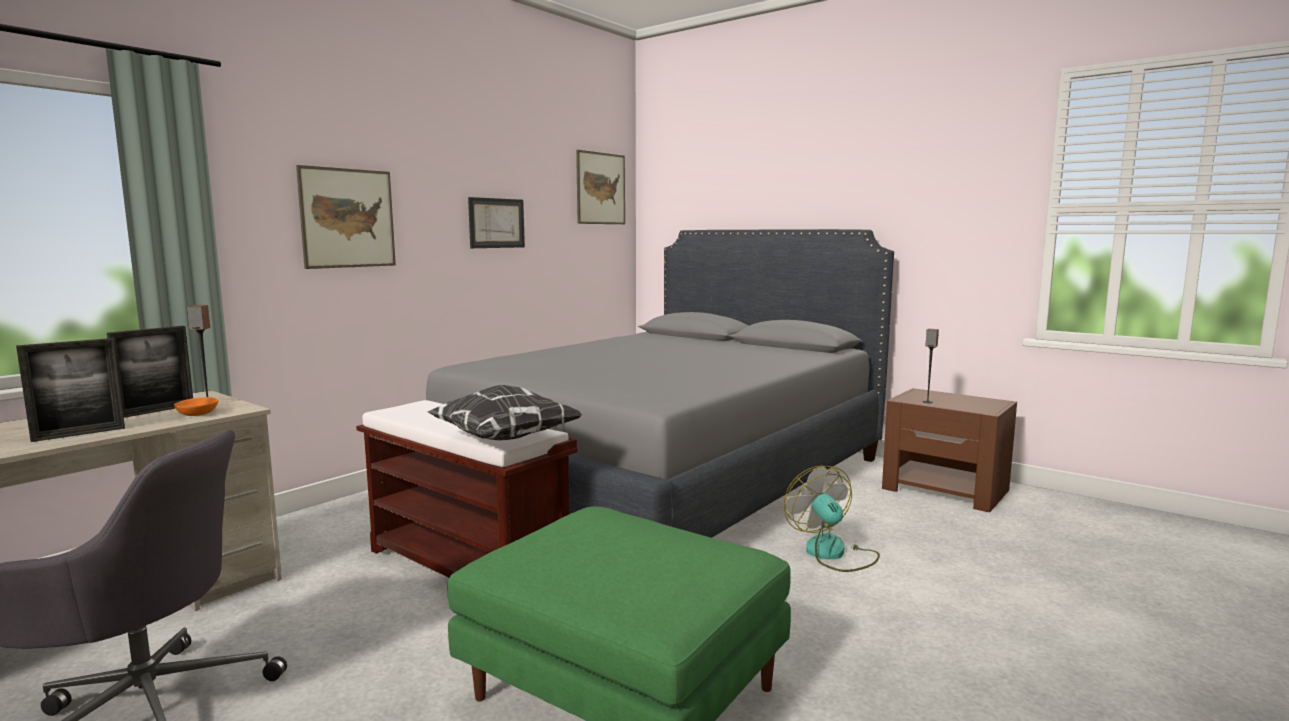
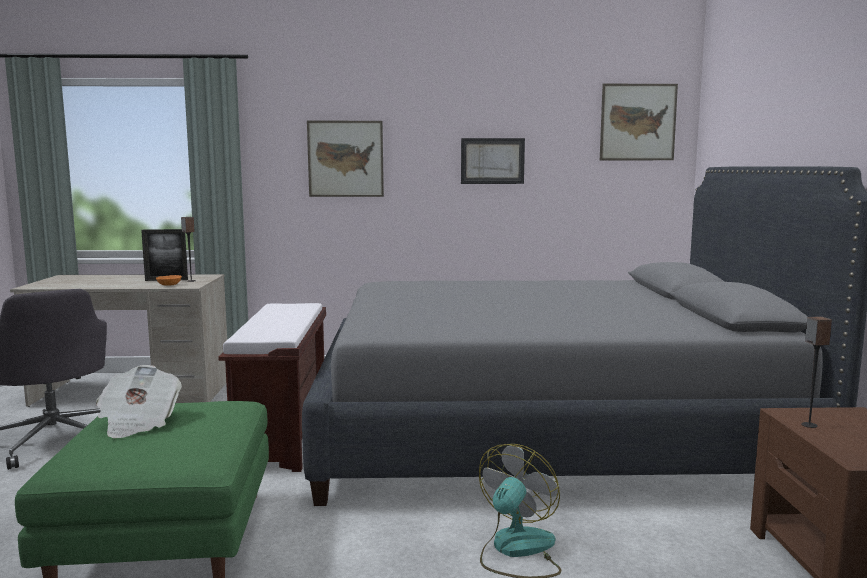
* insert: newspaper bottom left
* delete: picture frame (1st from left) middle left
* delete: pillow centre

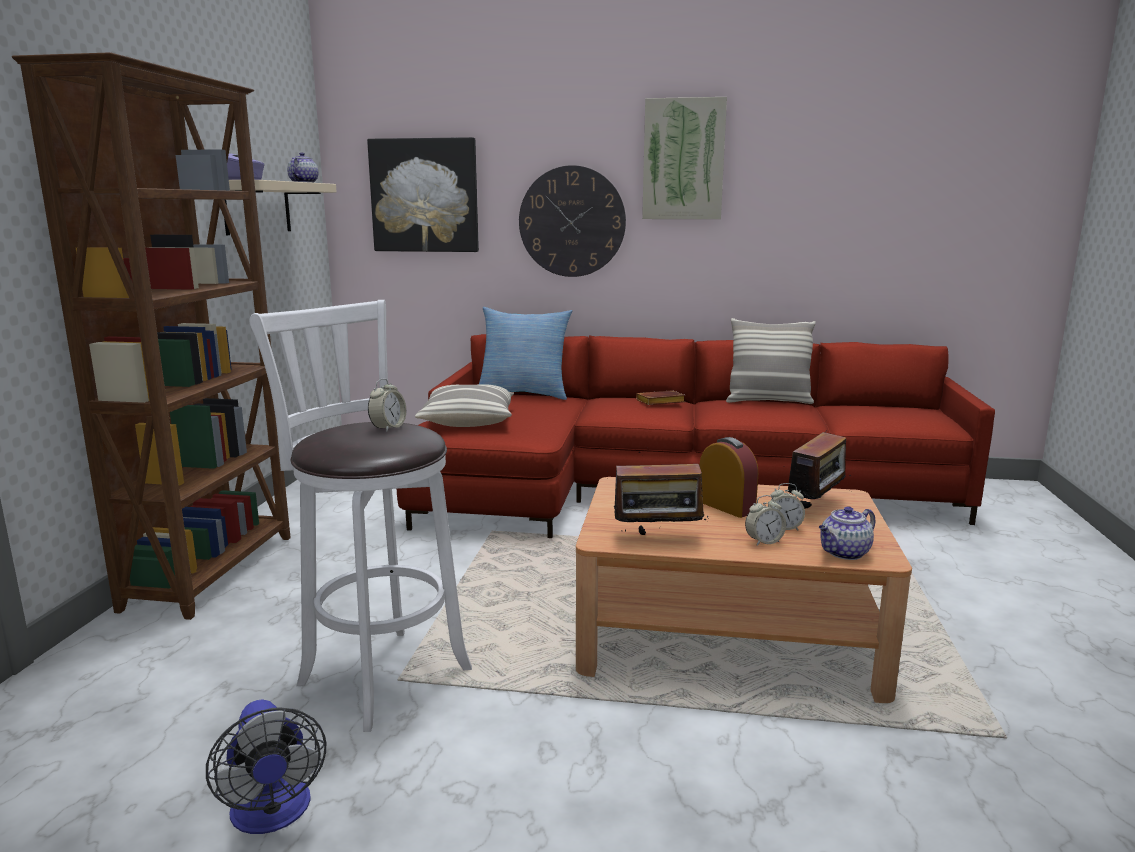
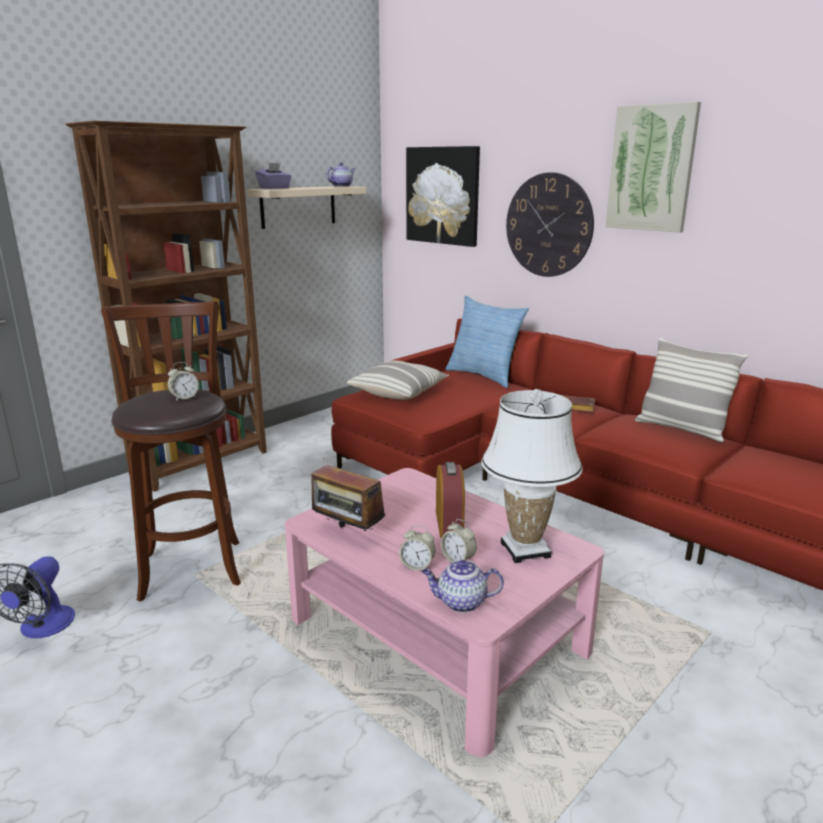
* recolor: stool (white) middle left to stool (brown) middle left
* recolor: coffee table (brown) bottom centre to coffee table (pink) bottom centre
* replace: radio (2nd from left) middle right to table lamp (white) centre

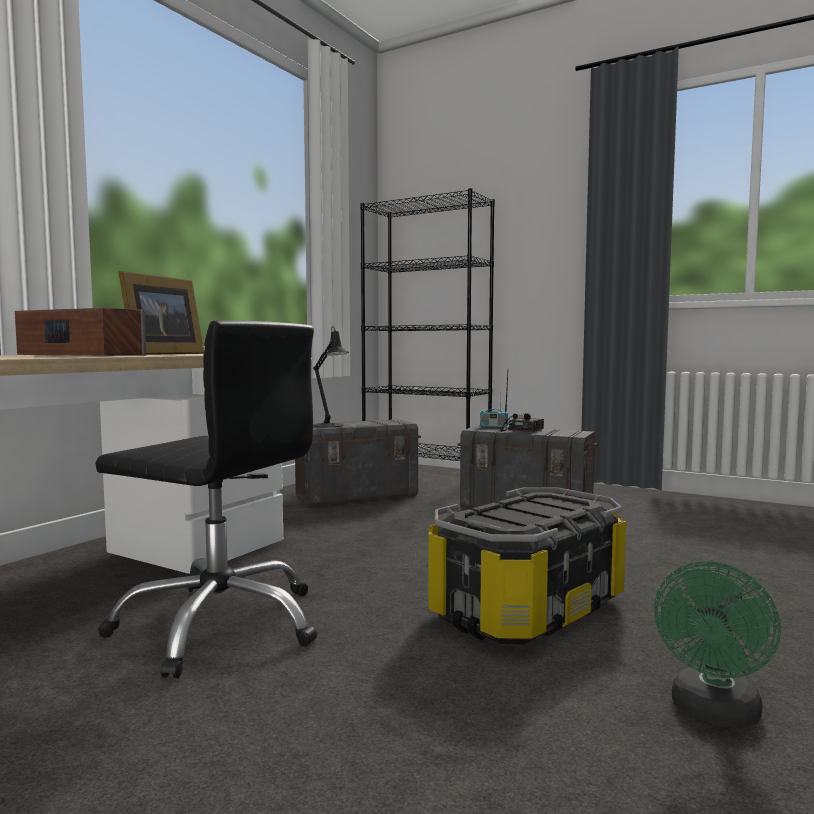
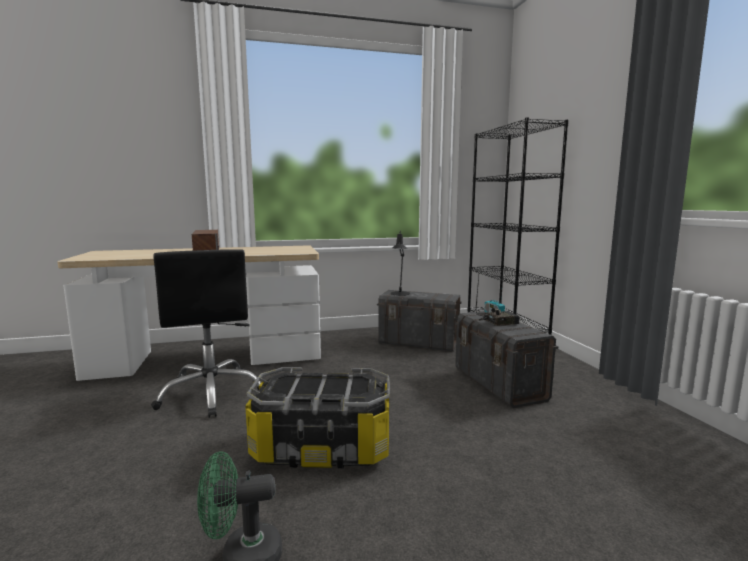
* delete: picture frame middle left

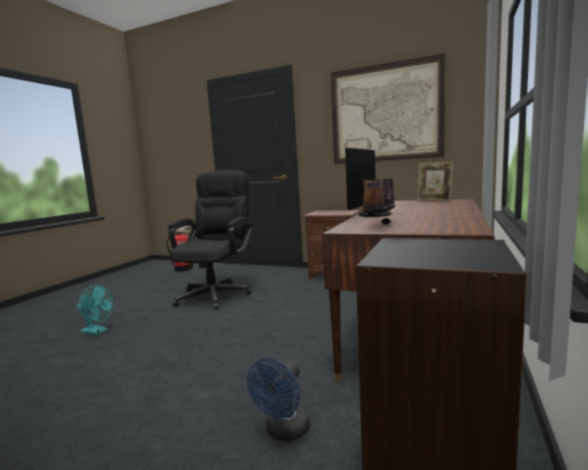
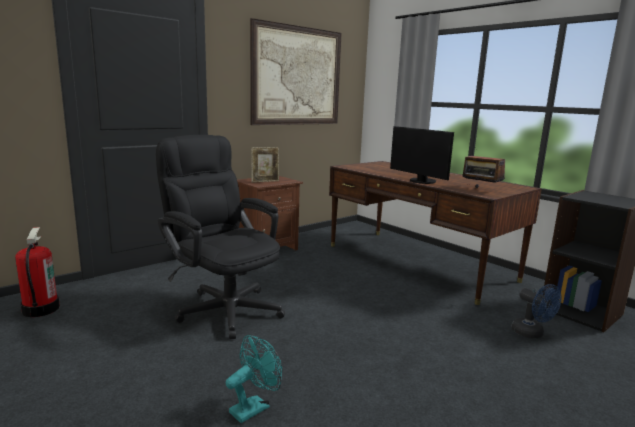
* move: picture frame middle right to centre

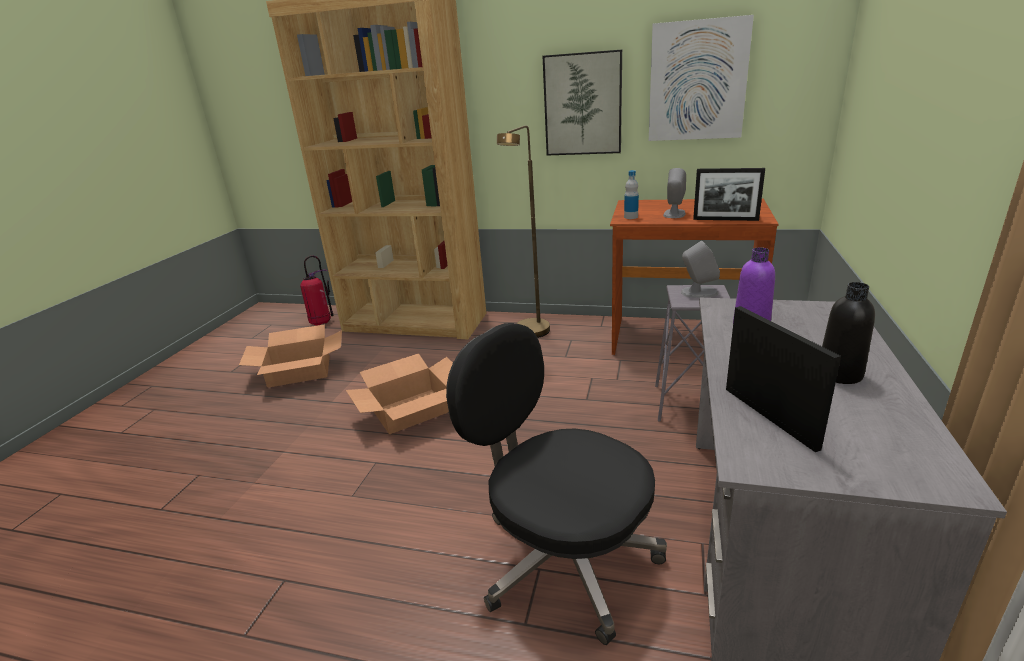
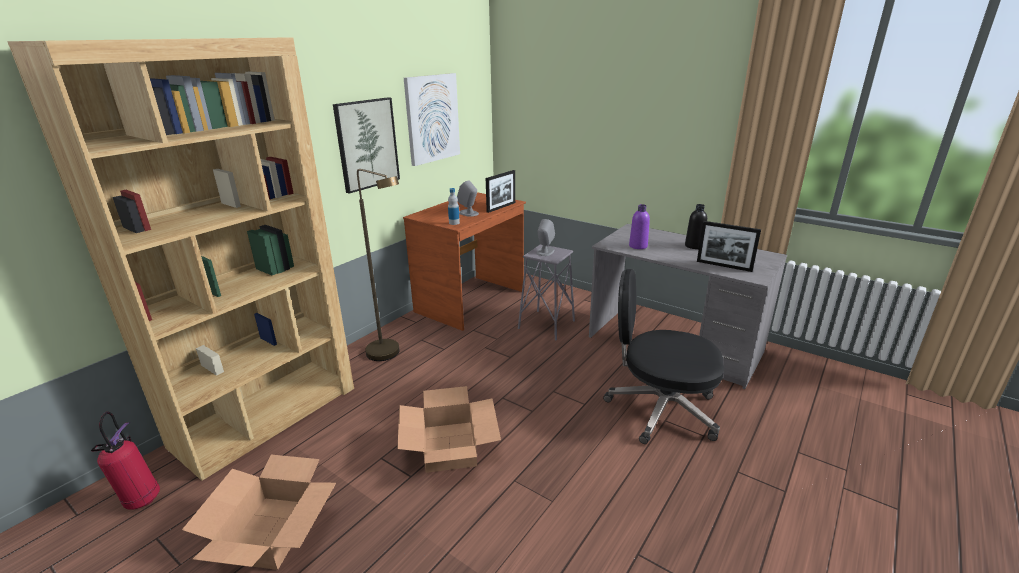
* rotate: office chair (black) bottom centre = centre 45 degrees clockwise
* rotate: picture frame (2nd from left) middle right = middle right 150 degrees counterclockwise

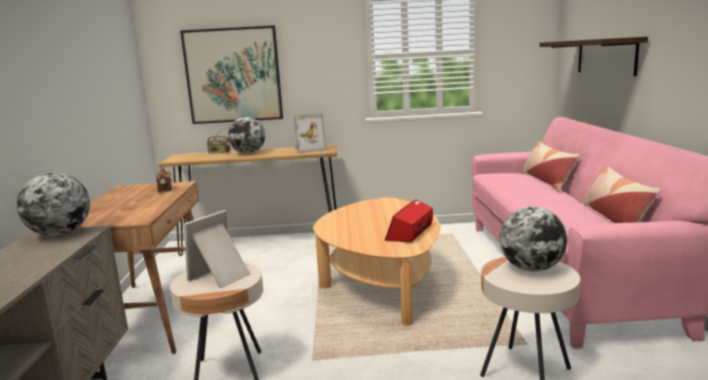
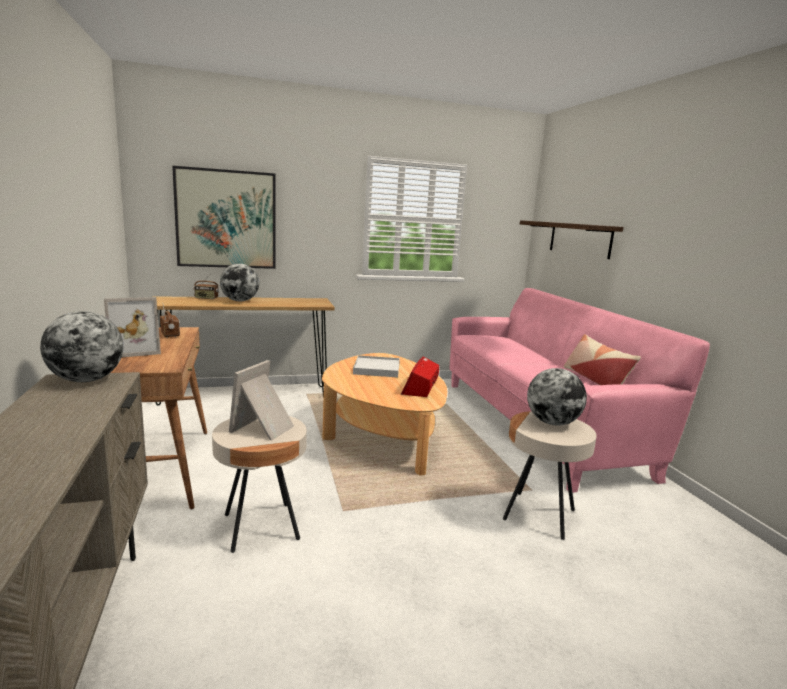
* move: picture frame (2nd from left in the first image) centre to picture frame (1st from left) middle left
* insert: tray (white) centre
* delete: pillow (1st from left) middle right

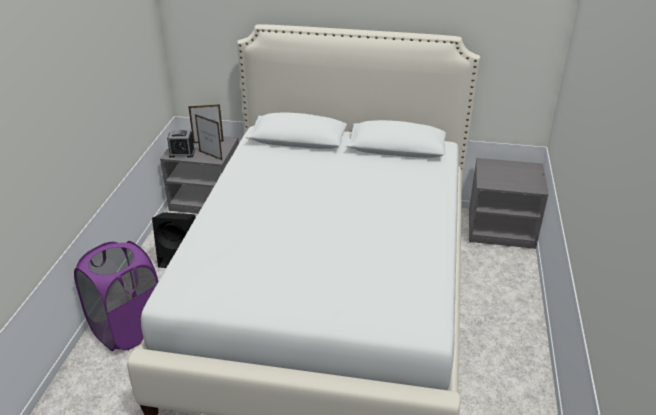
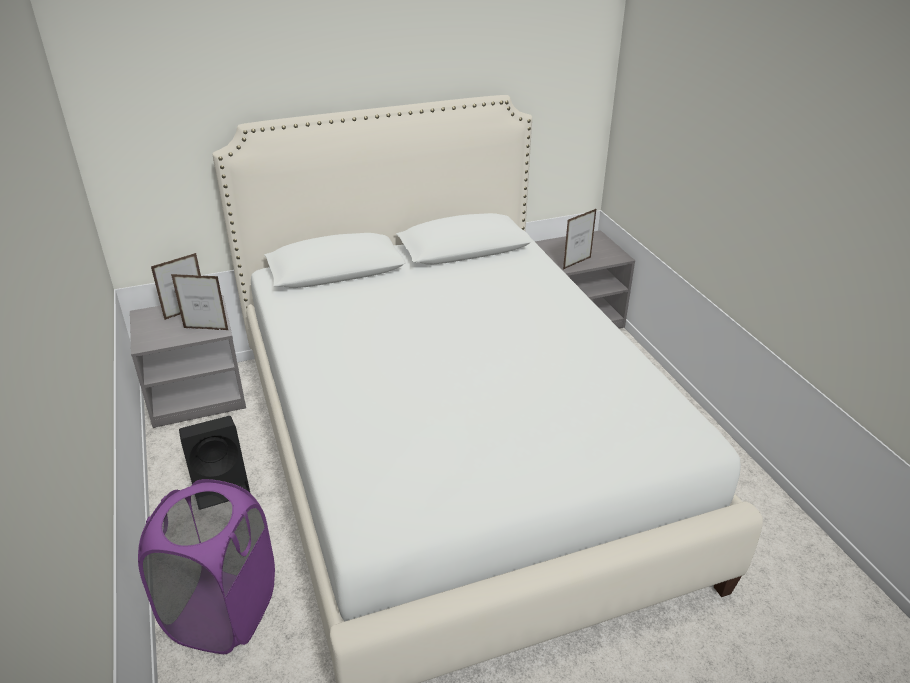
* insert: picture frame (3rd from left) centre
* delete: alarm clock middle left

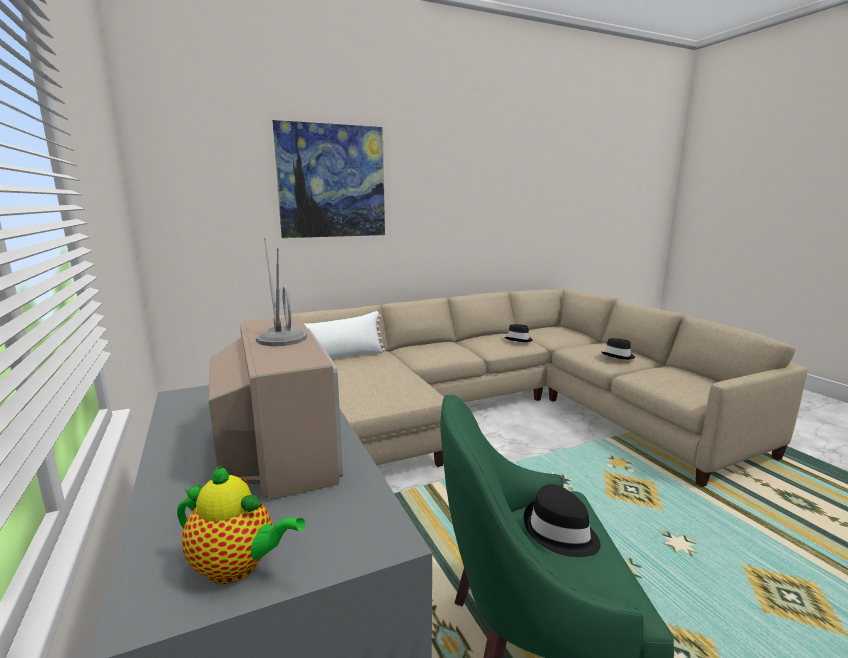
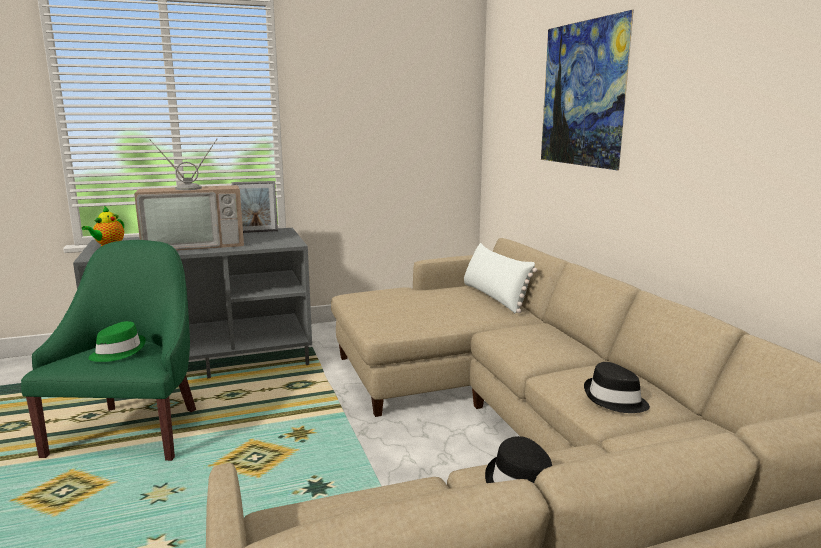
* recolor: hat (black) (2nd from left) bottom centre to hat (green) middle left
* insert: picture frame middle left

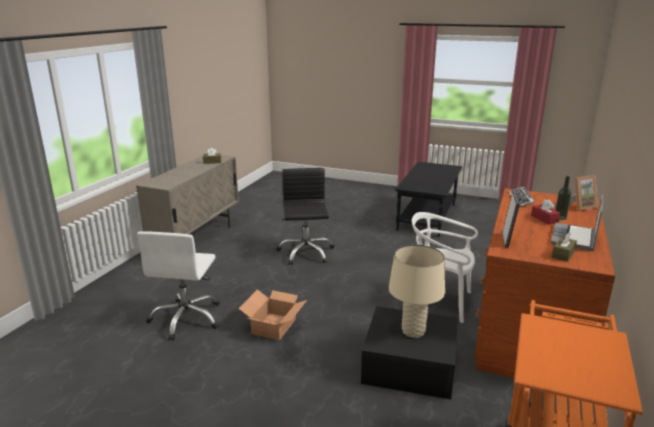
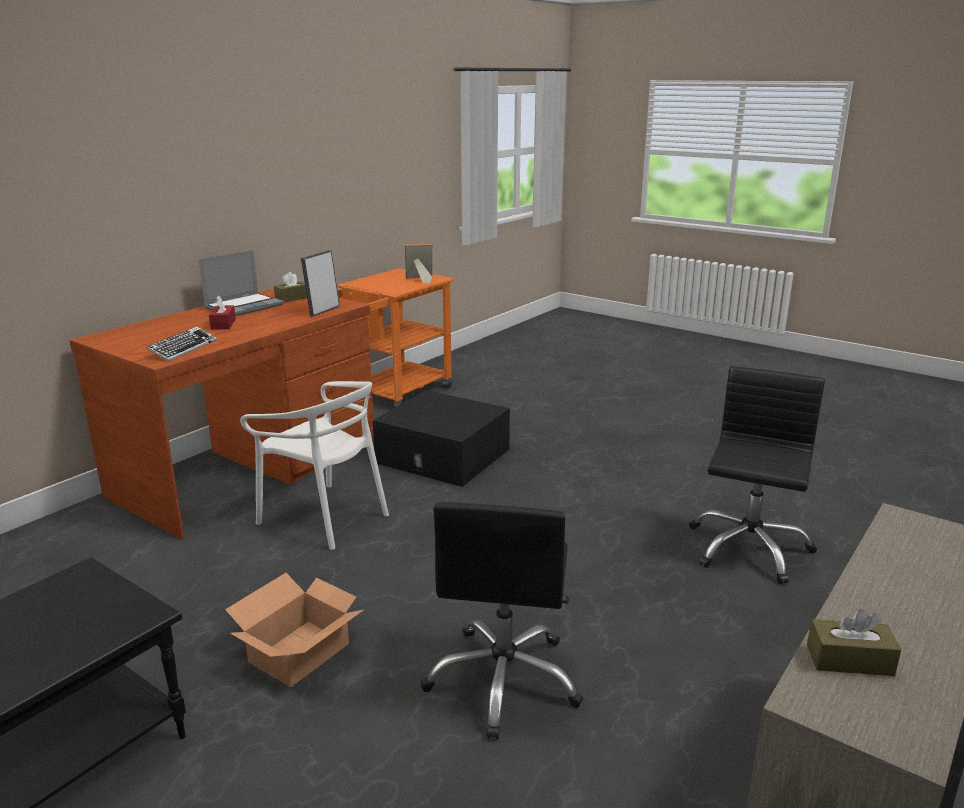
* move: cardboard box bottom centre to bottom left
* move: picture frame (2nd from left) middle right to top centre
* recolor: office chair (white) bottom left to office chair (black) (2nd from left) middle right
* delete: table lamp (beige) bottom centre
* delete: bottle middle right

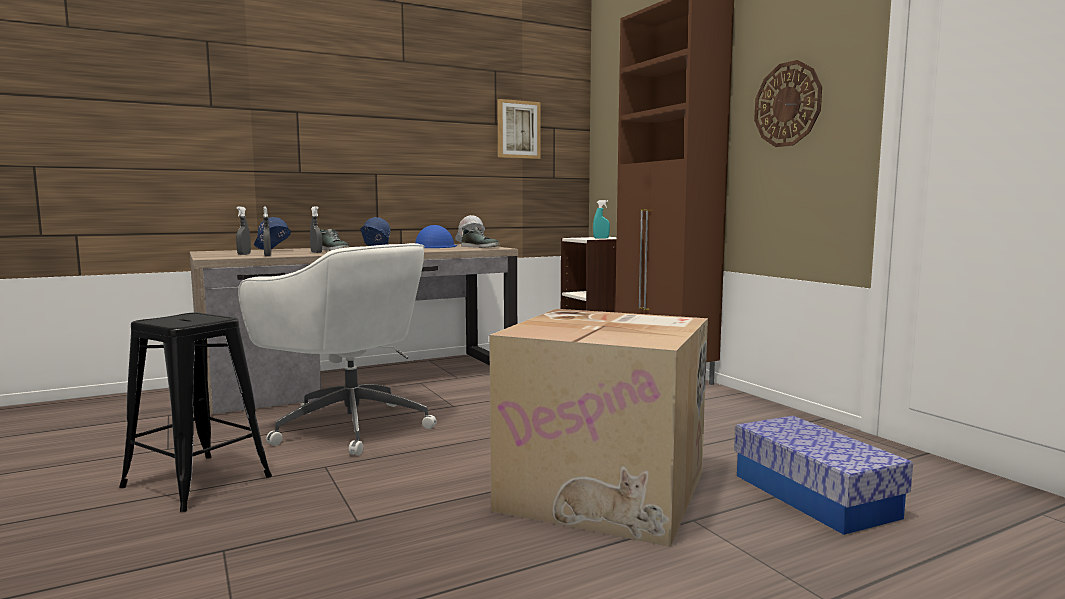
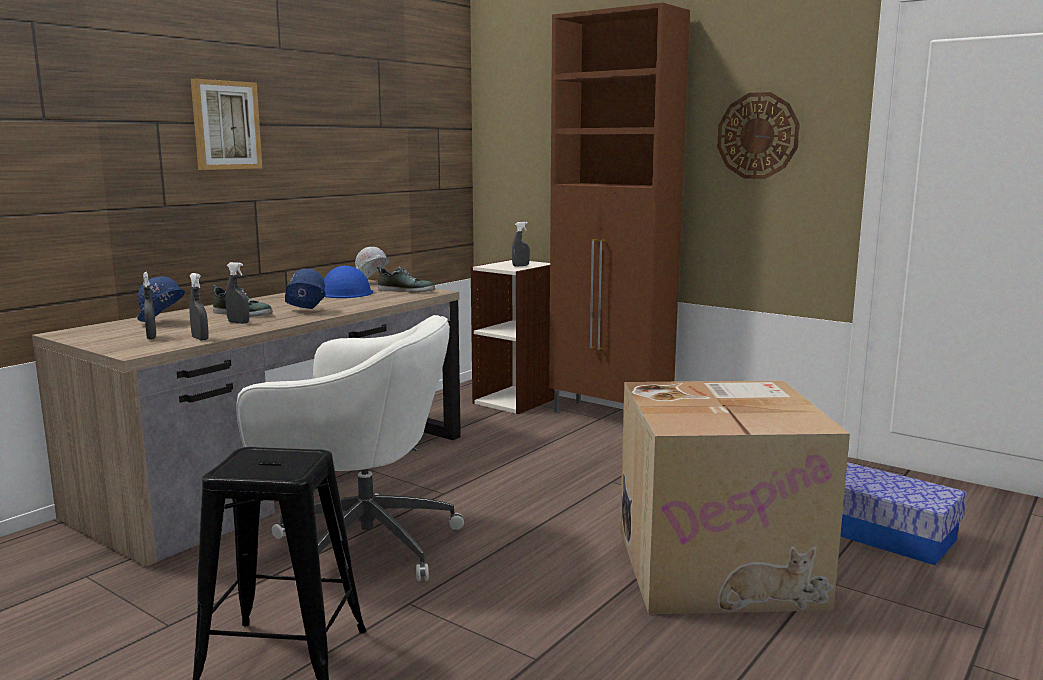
* move: picture top centre to top left
* recolor: spray bottle (turquoise) centre to spray bottle (grey) (4th from left) centre

